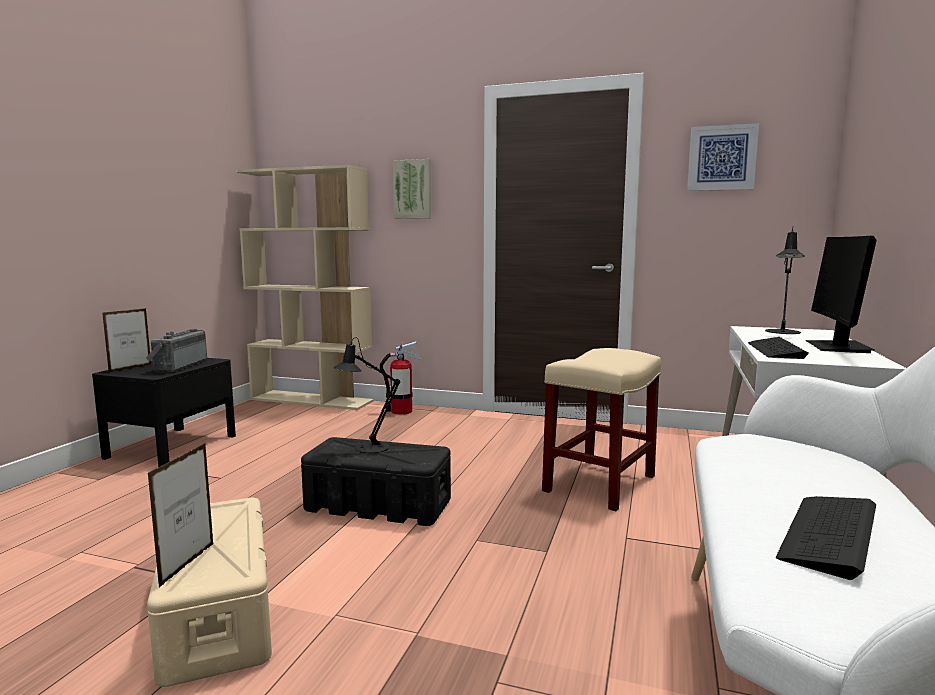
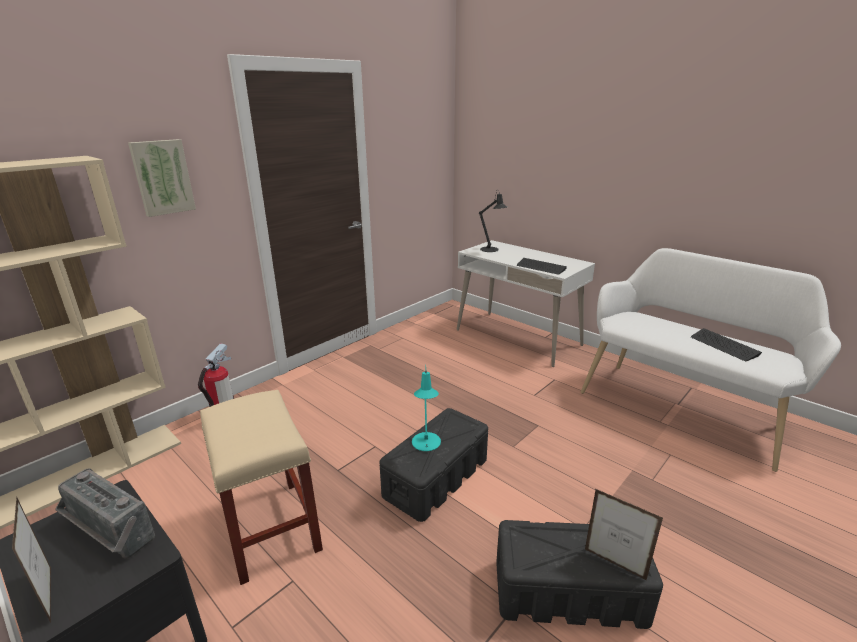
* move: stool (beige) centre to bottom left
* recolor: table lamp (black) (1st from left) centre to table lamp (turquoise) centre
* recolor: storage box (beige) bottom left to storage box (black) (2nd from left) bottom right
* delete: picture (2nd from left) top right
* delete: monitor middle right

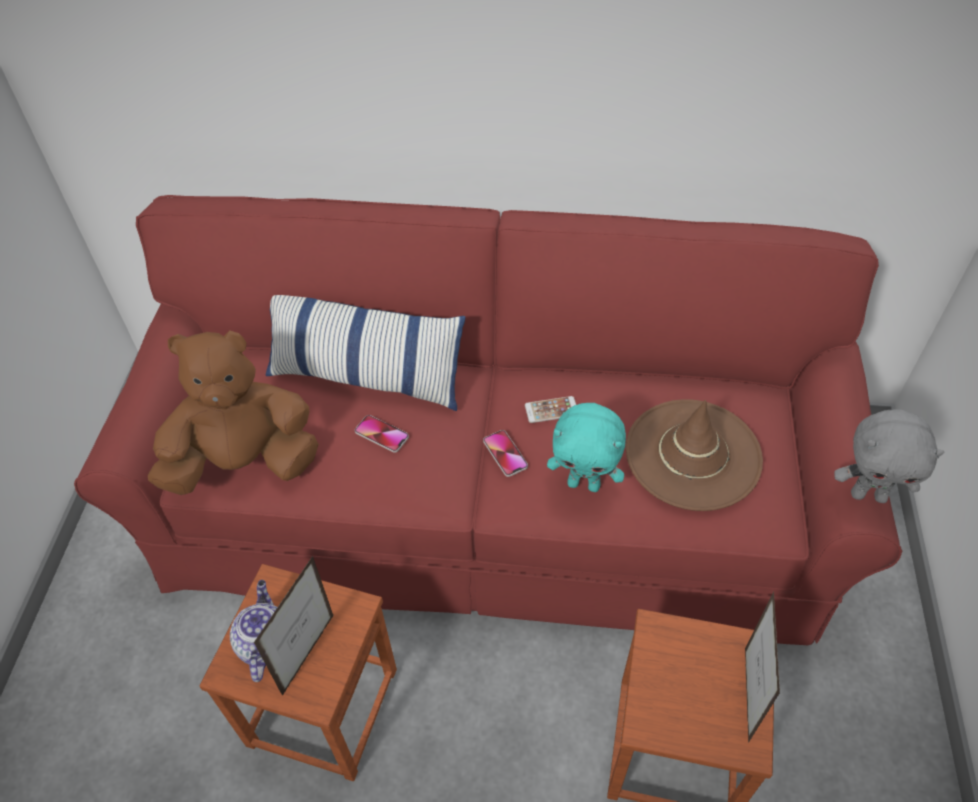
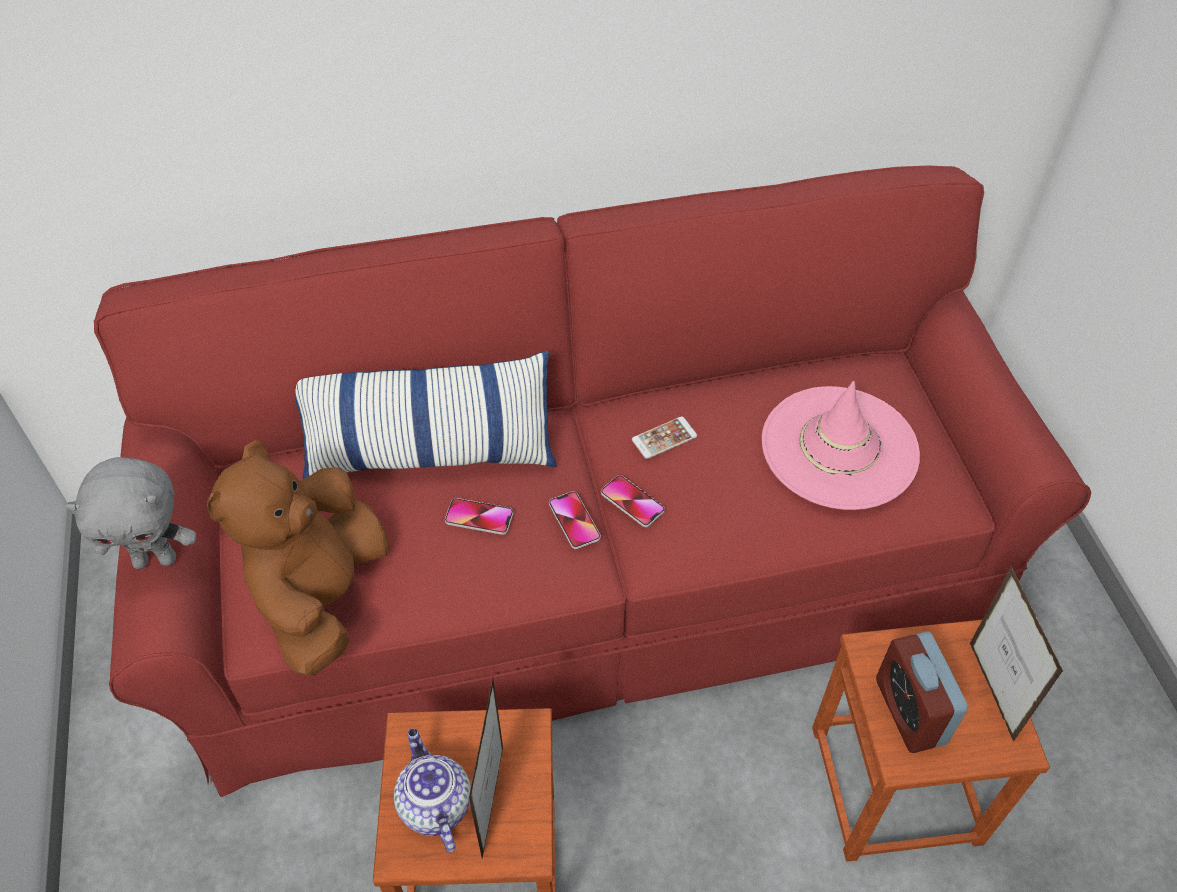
* move: plush toy (grey) middle right to middle left
* rotate: plush toy (brown) middle left = middle left 45 degrees counterclockwise
* insert: phone (2nd from left) centre
* recolor: hat (brown) middle right to hat (pink) middle right
* insert: alarm clock bottom right
* delete: plush toy (turquoise) centre

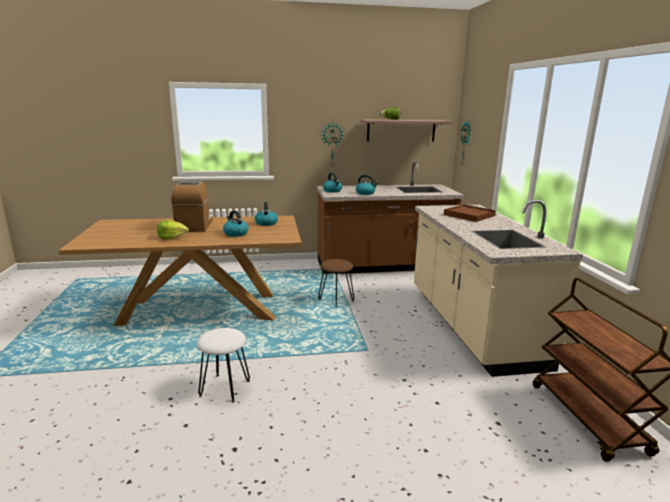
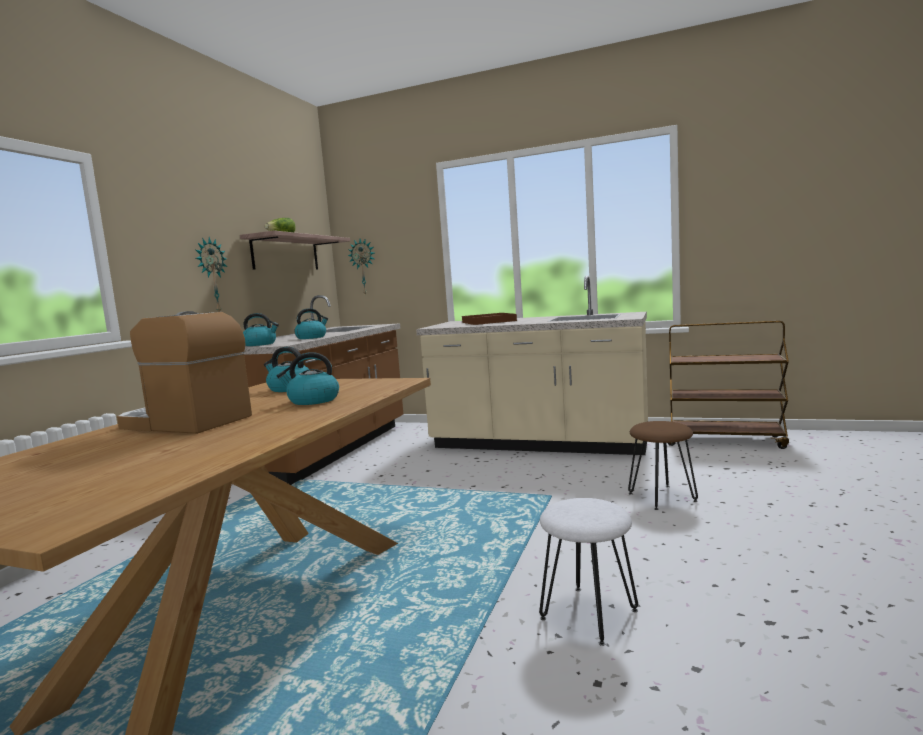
* move: stool (brown) centre to middle right
* delete: lettuce (1st from left) middle left

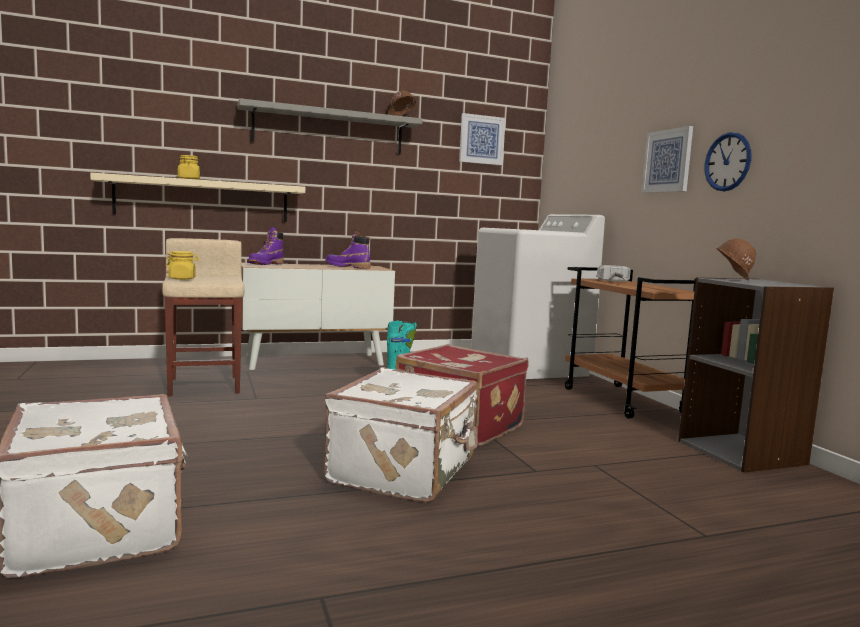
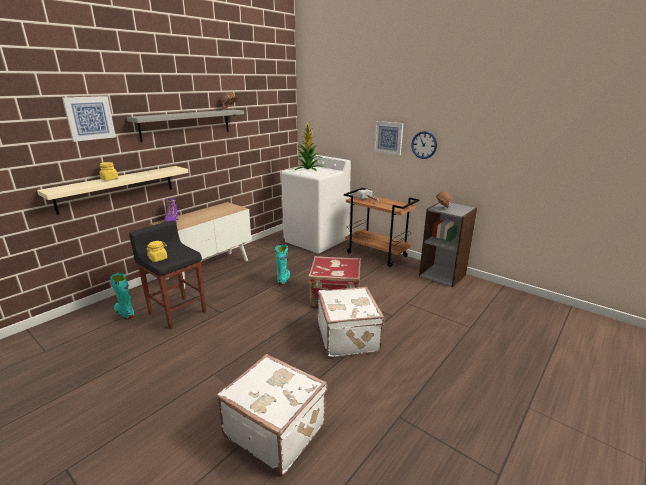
* move: picture (1st from left) top centre to top left
* insert: boot (turquoise) (1st from left) middle left
* recolor: stool (beige) middle left to stool (black) middle left
* insert: potted plant top centre
* delete: boot (purple) (2nd from left) centre

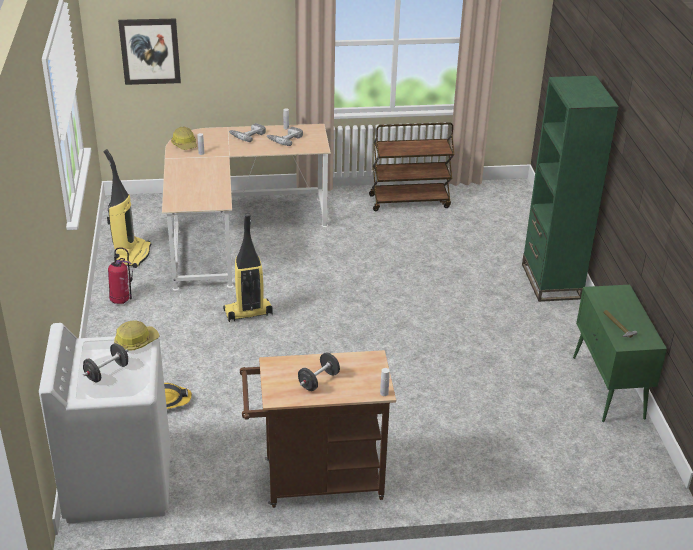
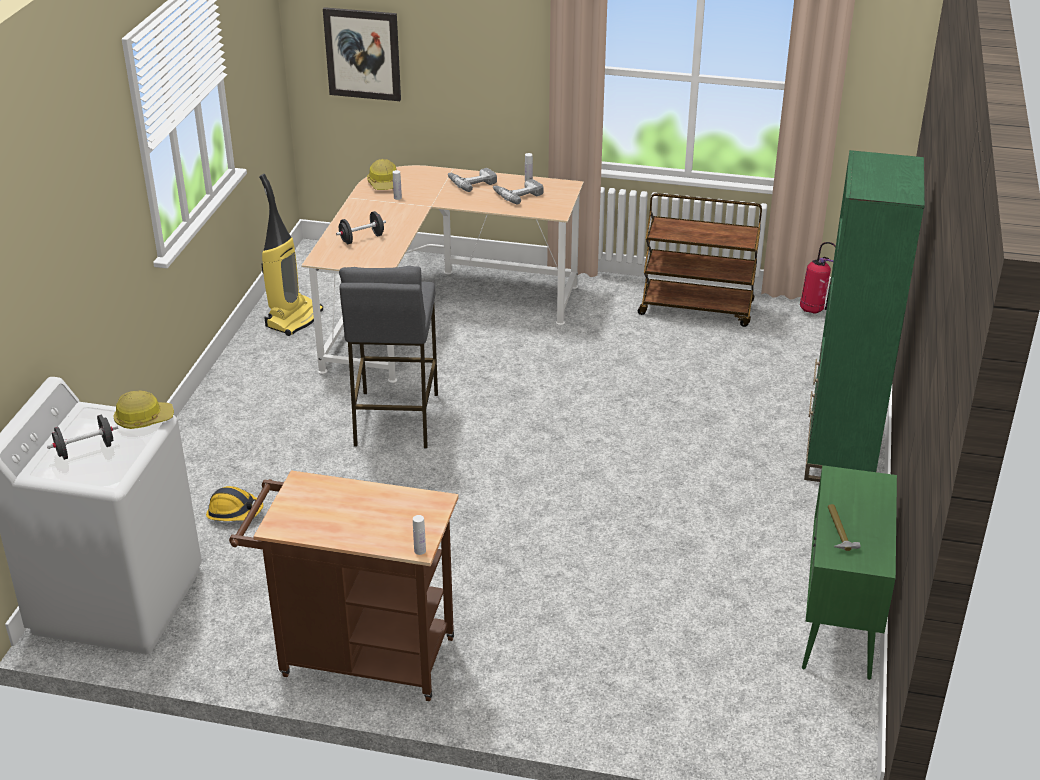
* move: dumbbell (black) (2nd from left) bottom centre to top centre
* replace: vacuum cleaner (2nd from left) centre to stool (grey) centre
* move: fire extinguisher middle left to middle right

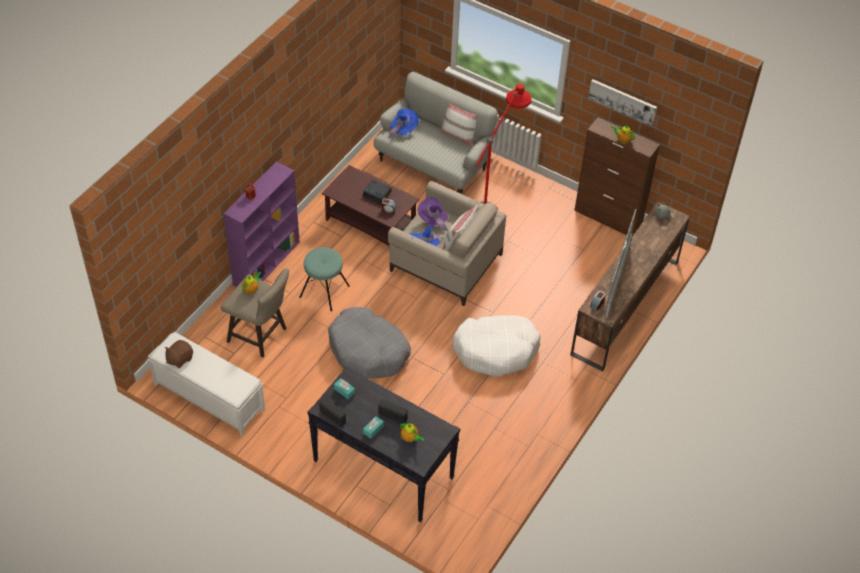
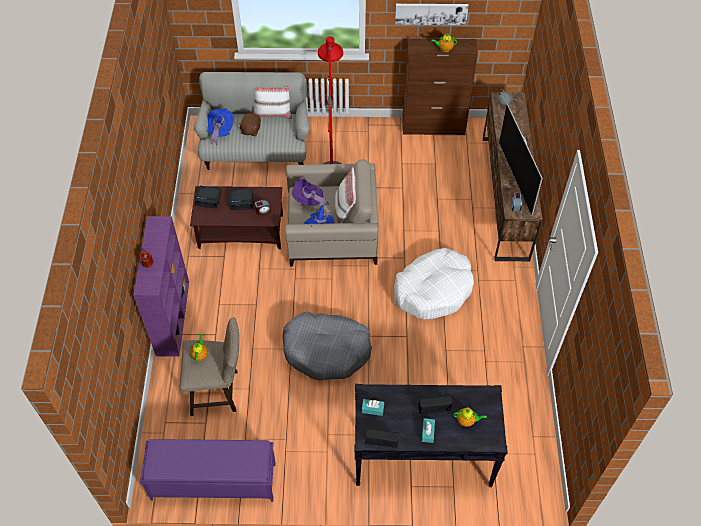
* recolor: bench (white) bottom left to bench (purple) bottom left
* insert: alarm clock (1st from left) middle left
* move: plush toy (brown) middle left to top centre
* delete: stool (turquoise) centre

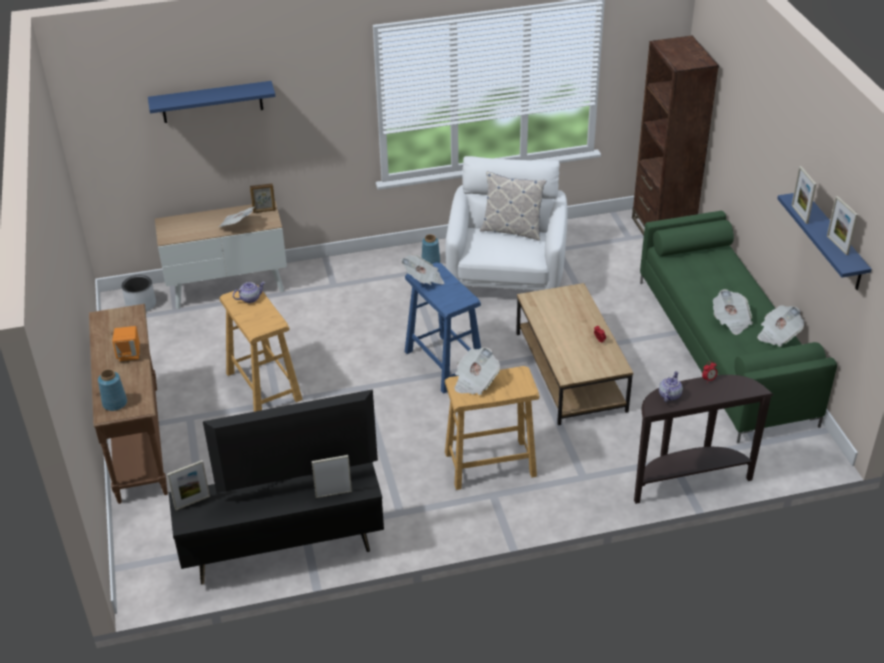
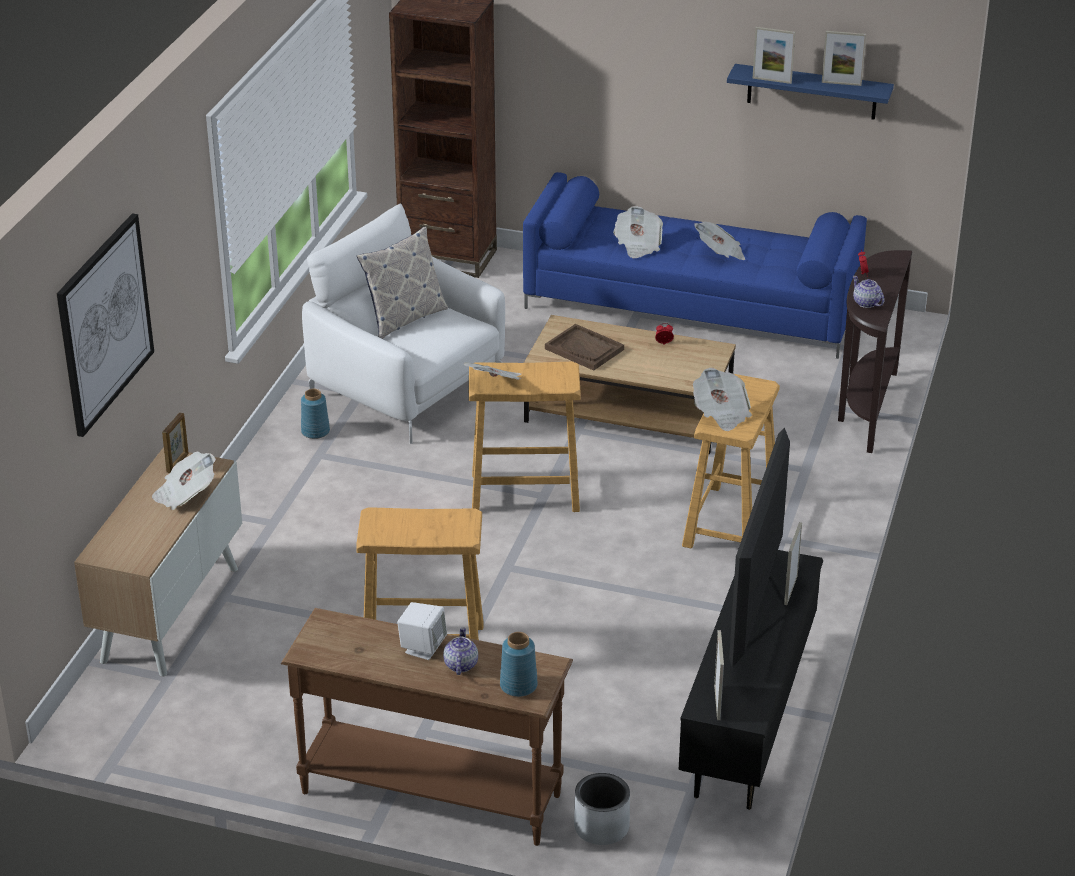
* replace: shelf (blue) (1st from left) top left to picture middle left
* recolor: speaker (orange) middle left to speaker (white) bottom centre
* move: teapot (1st from left) middle left to bottom centre
* recolor: stool (blue) centre to stool (beige) (2nd from left) centre
* recolor: sofa (green) middle right to sofa (blue) top centre
* insert: tray (brown) centre
* move: planter (grey) middle left to bottom centre
* move: newspaper (5th from left in the first image) middle right to newspaper (3rd from left) top centre

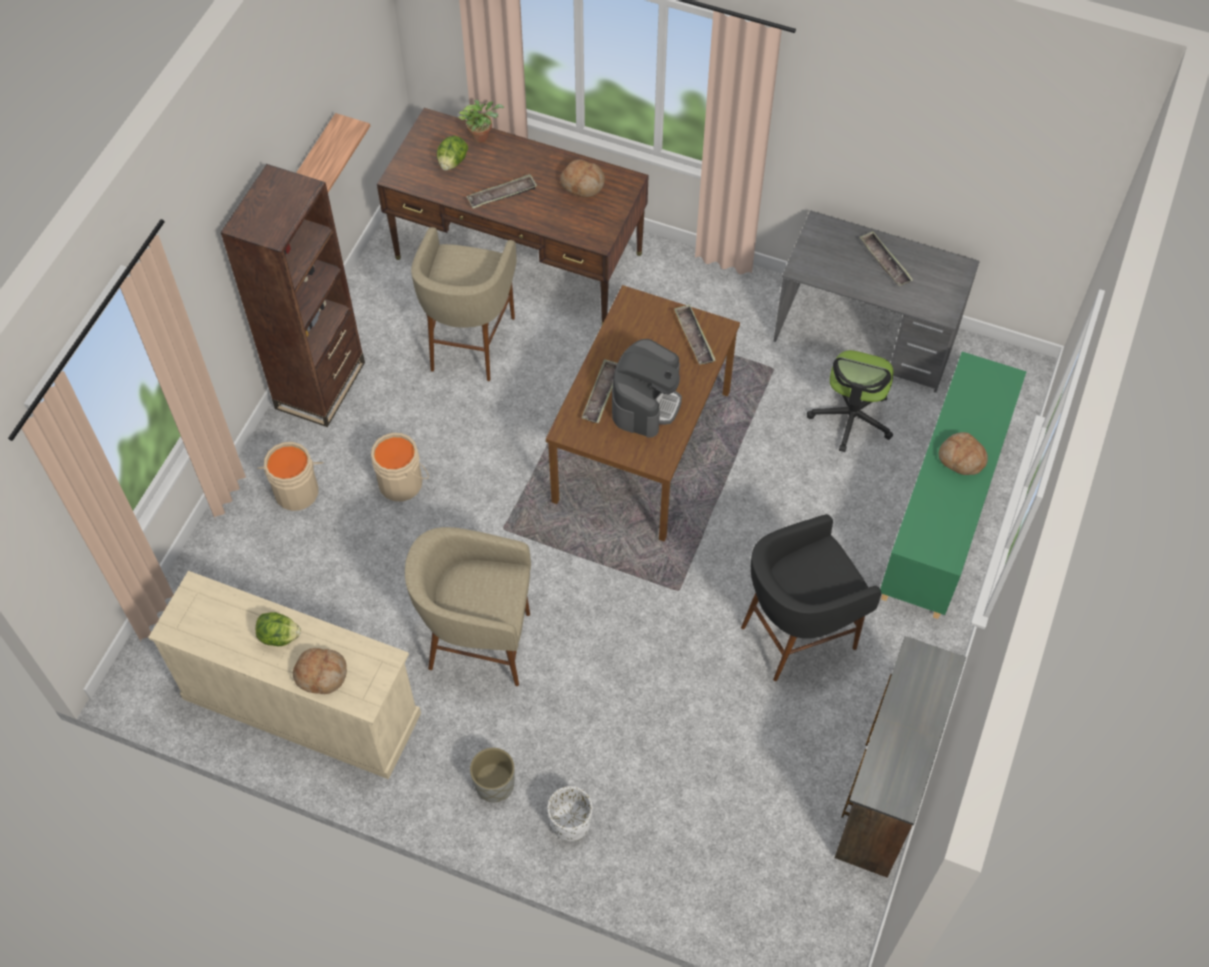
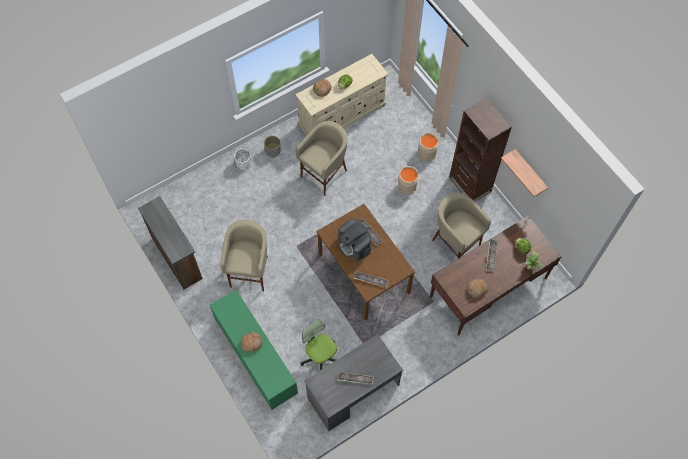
* recolor: stool (black) middle right to stool (beige) (1st from left) centre

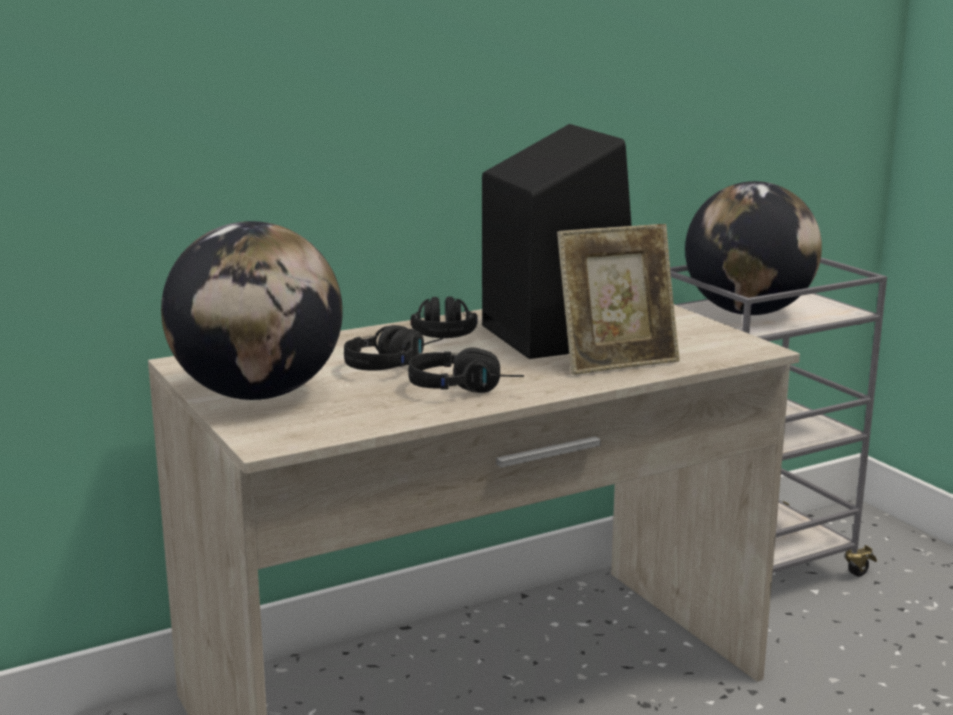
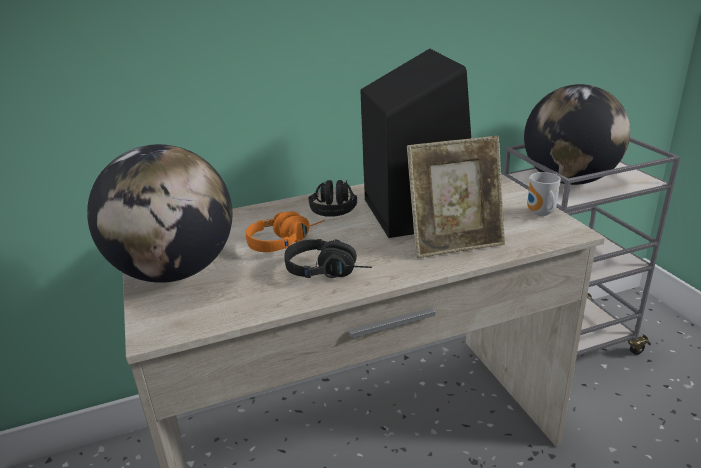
* recolor: headphones (black) (1st from left) centre to headphones (orange) centre
* insert: mug middle right

